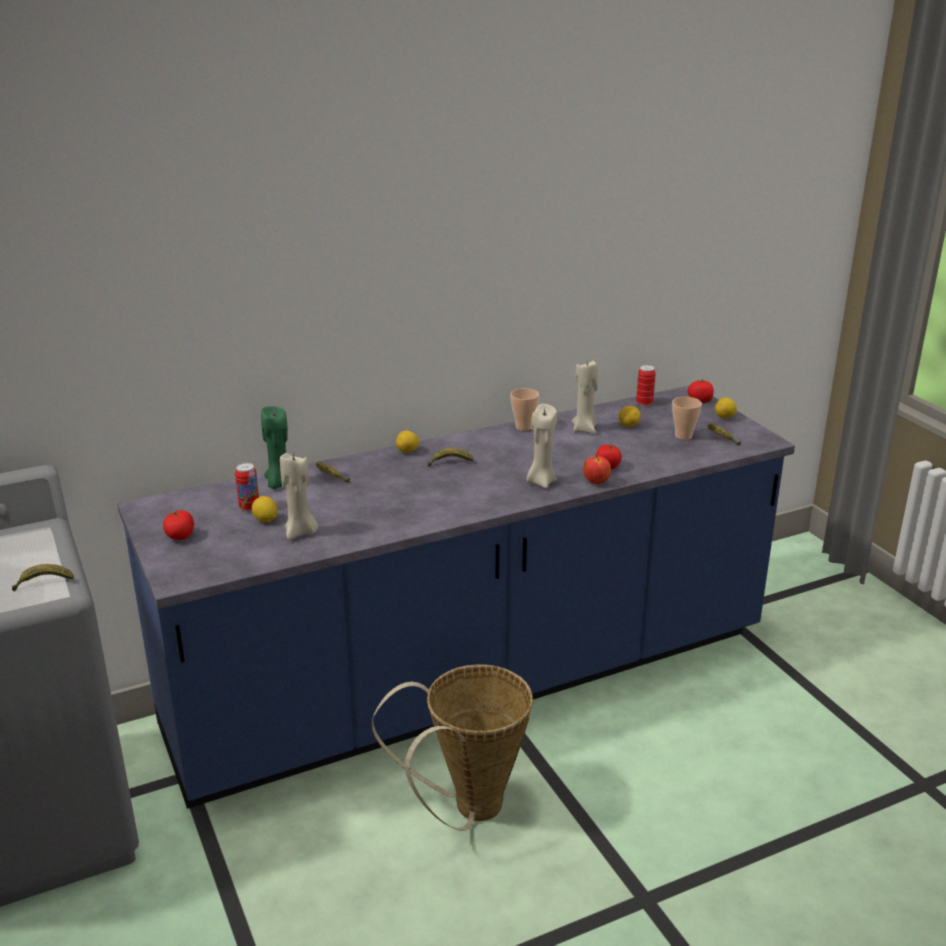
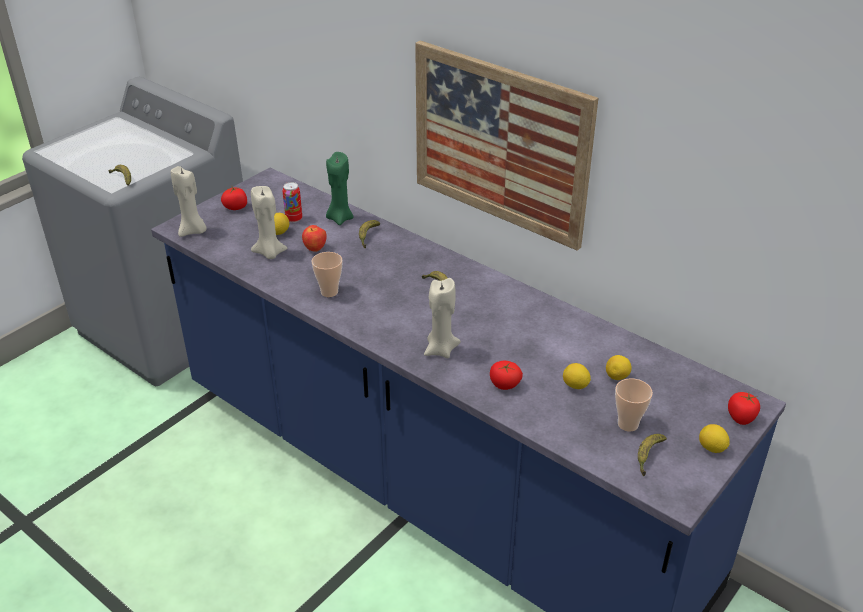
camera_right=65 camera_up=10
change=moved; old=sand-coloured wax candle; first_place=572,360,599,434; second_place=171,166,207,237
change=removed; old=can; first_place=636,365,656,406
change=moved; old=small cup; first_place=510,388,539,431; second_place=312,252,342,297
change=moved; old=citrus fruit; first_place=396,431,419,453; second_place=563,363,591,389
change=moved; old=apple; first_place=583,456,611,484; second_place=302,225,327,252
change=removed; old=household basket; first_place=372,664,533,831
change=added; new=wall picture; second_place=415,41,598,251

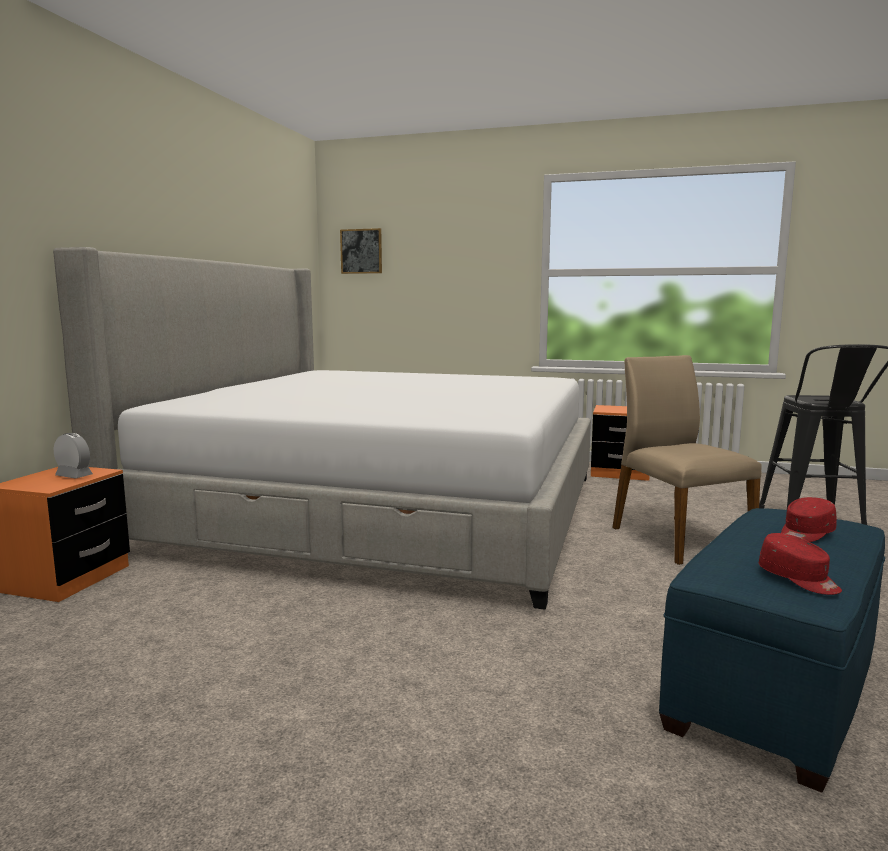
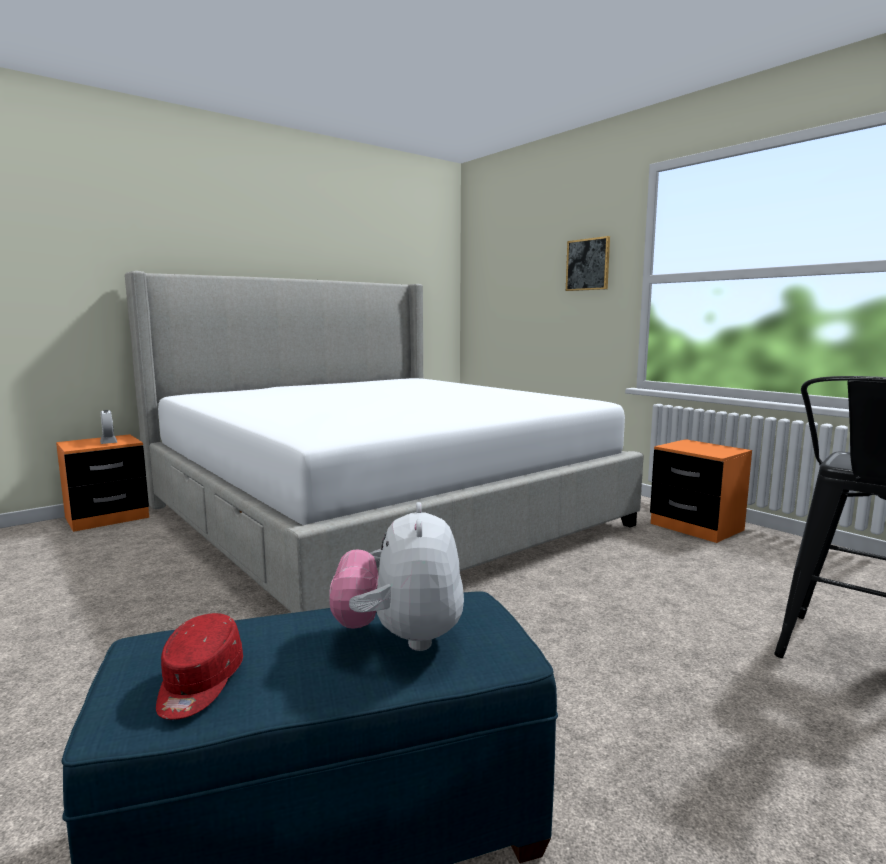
camera_right=35 camera_up=0
change=moved; old=wall picture; first_place=340,228,382,274; second_place=566,236,610,291
change=removed; old=sand-coloured chair; first_place=612,355,762,565
change=replaced; old=reddish cap; new=plush toy; first_place=781,497,837,542; second_place=329,502,464,651

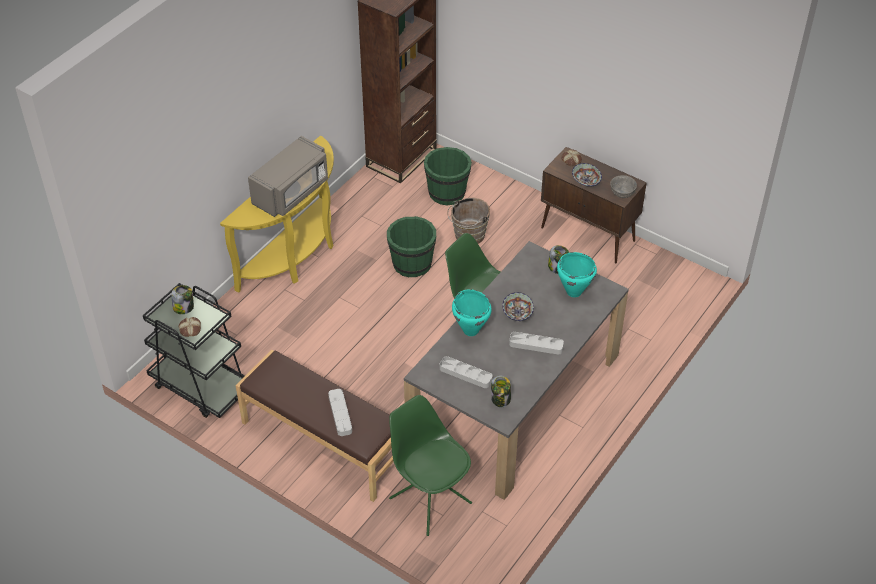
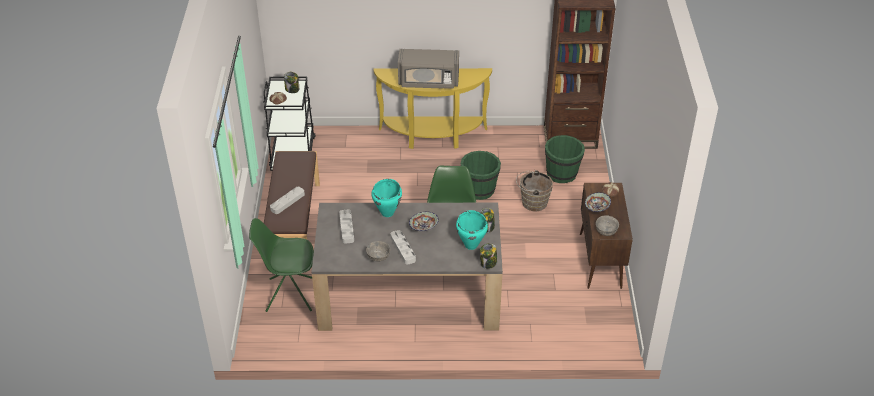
camera_right=55 camera_up=-5
change=moved; old=jar; first_place=491,376,511,407; second_place=480,243,497,269
change=turned; old=green chair; first_place=389,395,472,536; second_place=249,218,314,312; degrees=-105
change=added; new=gray serving bowl; second_place=366,241,390,262

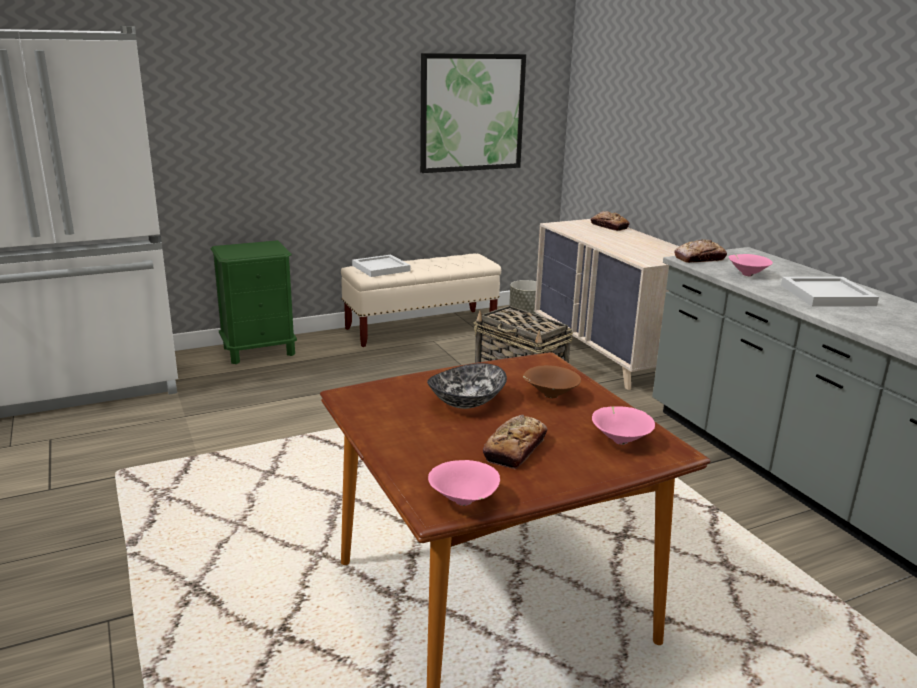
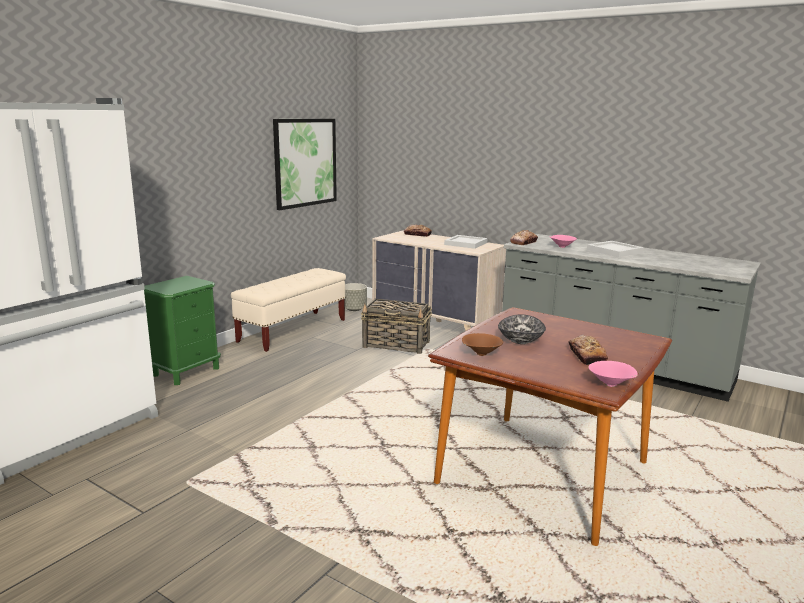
camera_right=-30 camera_up=-5
change=moved; old=white-coloured carrying tray; first_place=352,255,411,277; second_place=444,235,487,249
change=moved; old=brownish serving bowl; first_place=523,365,581,398; second_place=462,333,503,356
change=removed; old=pinkish serving bowl; first_place=592,406,655,445

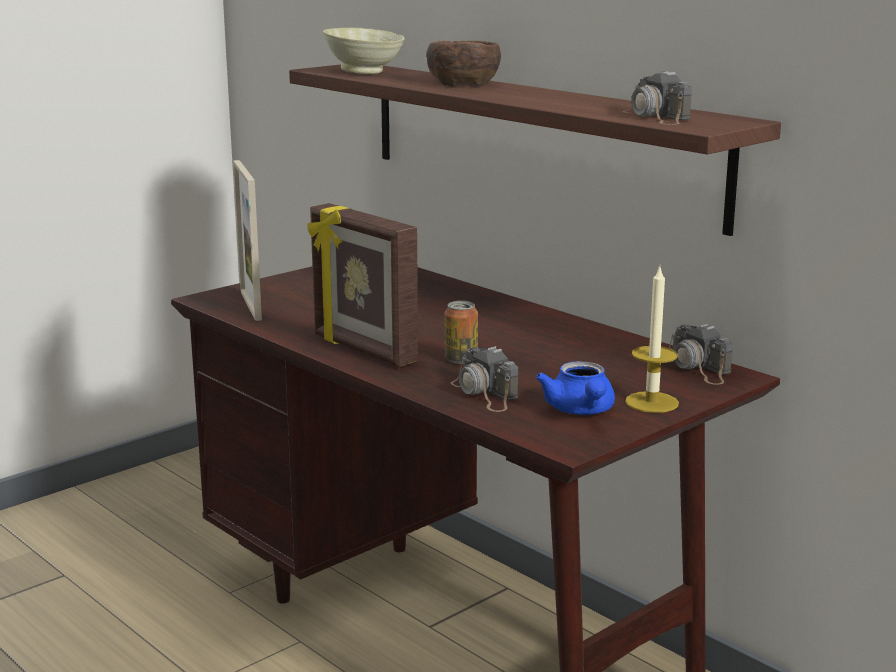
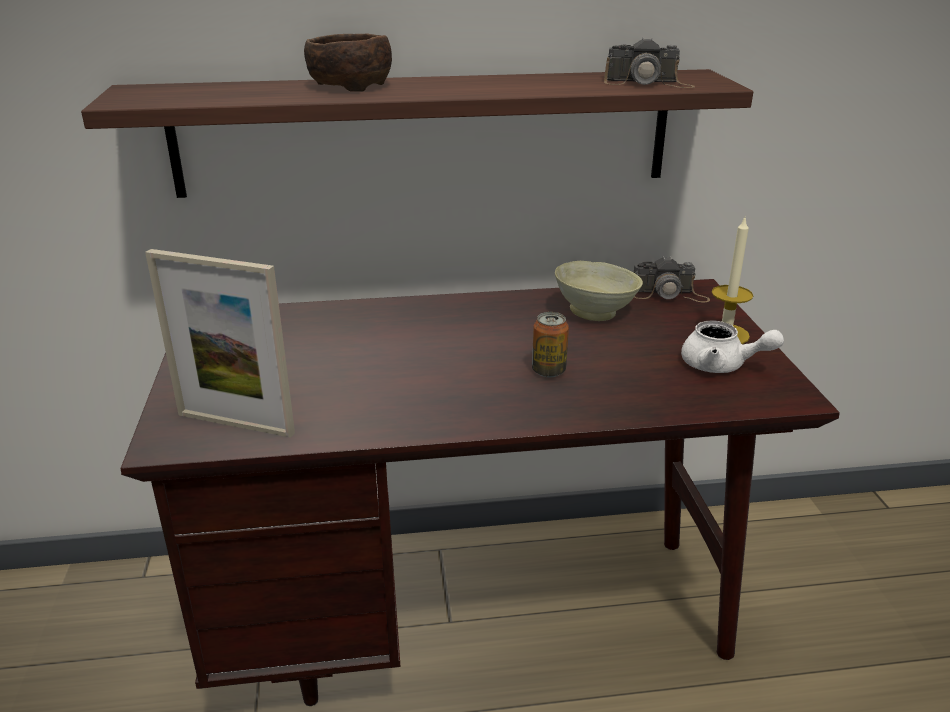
camera_right=-55 camera_up=10
change=moved; old=sand-coloured serving bowl; first_place=323,28,405,74; second_place=555,261,643,321
change=removed; old=standing frame; first_place=307,203,418,367
change=removed; old=photo camera; first_place=451,346,518,412
change=recoloured; old=blue tea pot; new=white-coloured tea pot; first_place=536,361,615,415; second_place=681,321,784,373

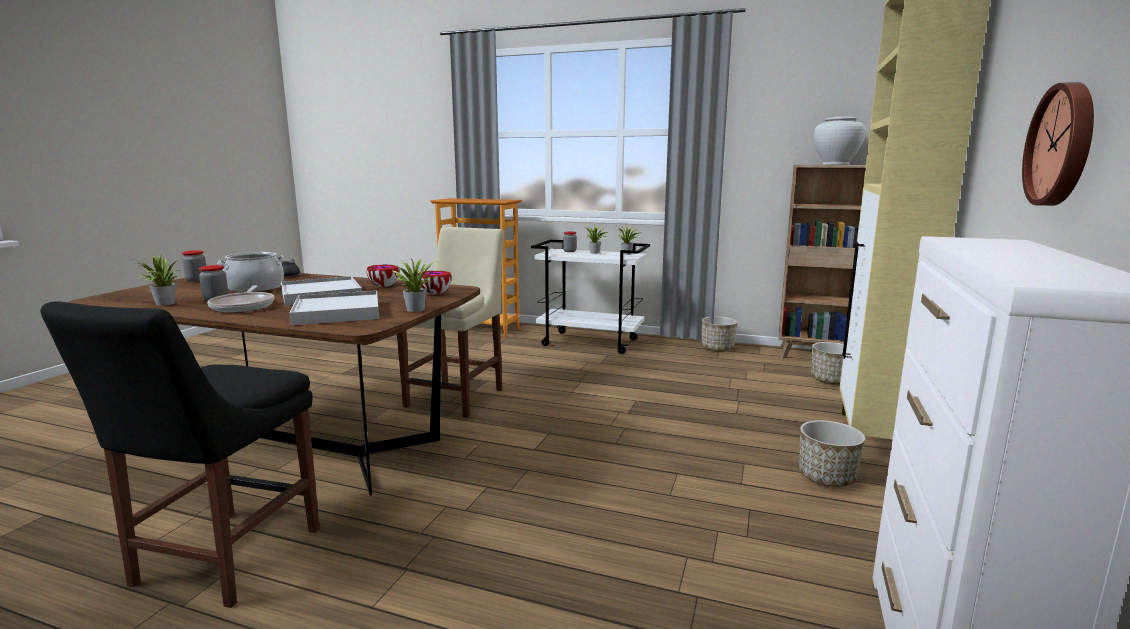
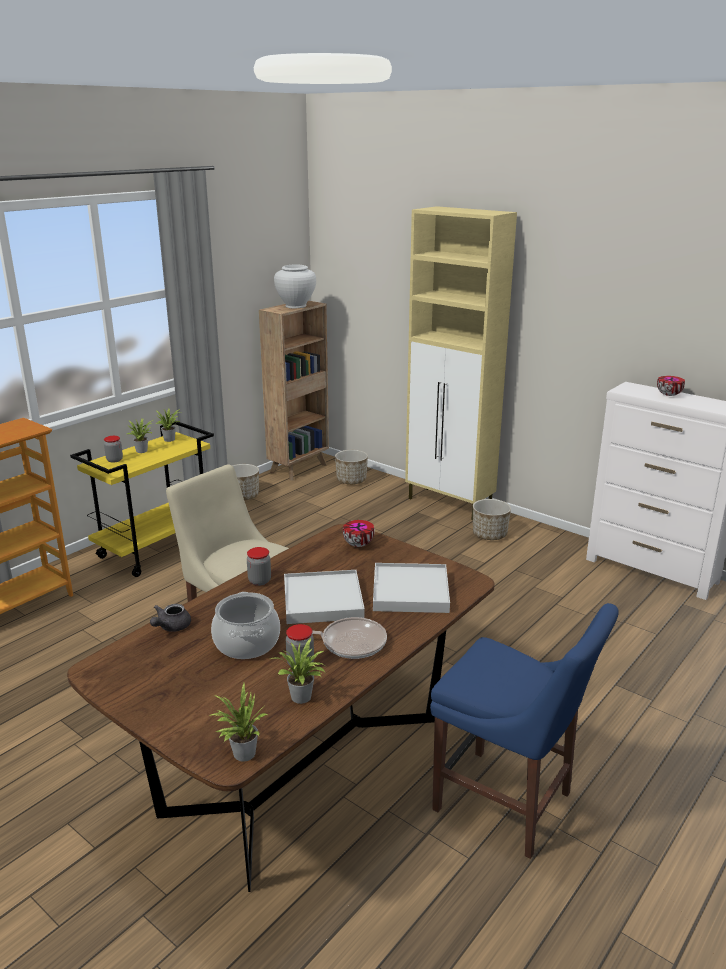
camera_right=-70 camera_up=10
change=removed; old=wall clock; first_place=1022,82,1094,206
change=recoloured; old=white-coloured trolley; new=yellowish trolley; first_place=531,240,650,354; second_place=70,422,214,577
change=moved; old=jar; first_place=182,250,206,282; second_place=247,547,271,586
change=moved; old=houseplant; first_place=392,259,439,312; second_place=209,683,269,761
change=moved; old=serving bowl; first_place=367,265,399,287; second_place=657,376,685,396
change=recoloured; old=black-coloured chair; new=blue chair; first_place=40,301,320,608; second_place=430,603,619,859

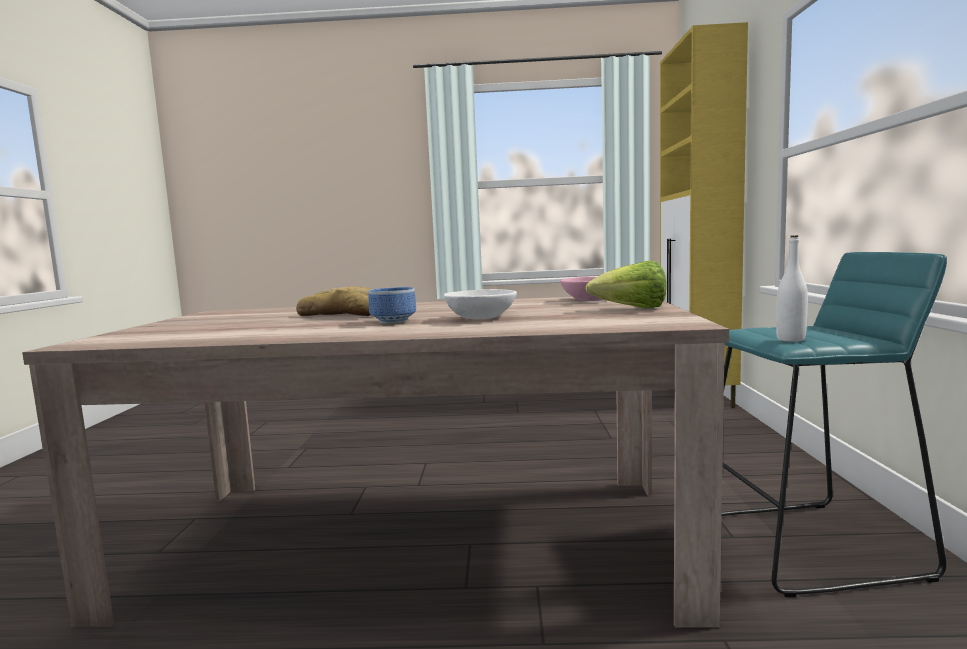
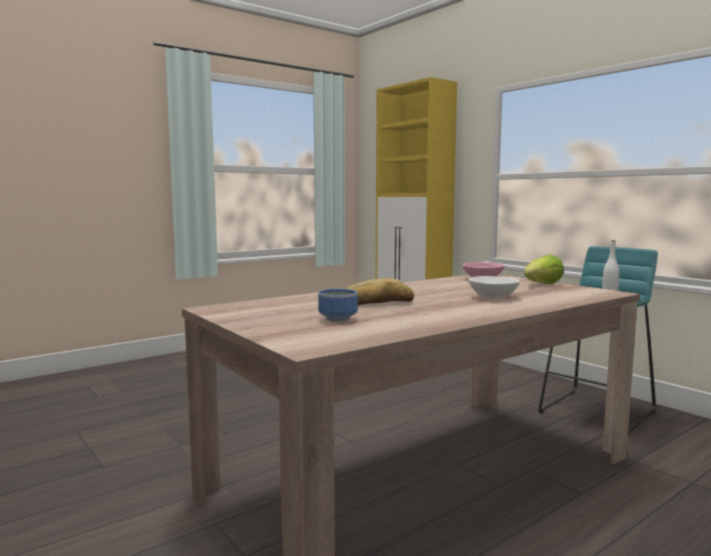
camera_right=-40 camera_up=0
change=moved; old=serving bowl; first_place=368,287,416,324; second_place=318,289,358,322

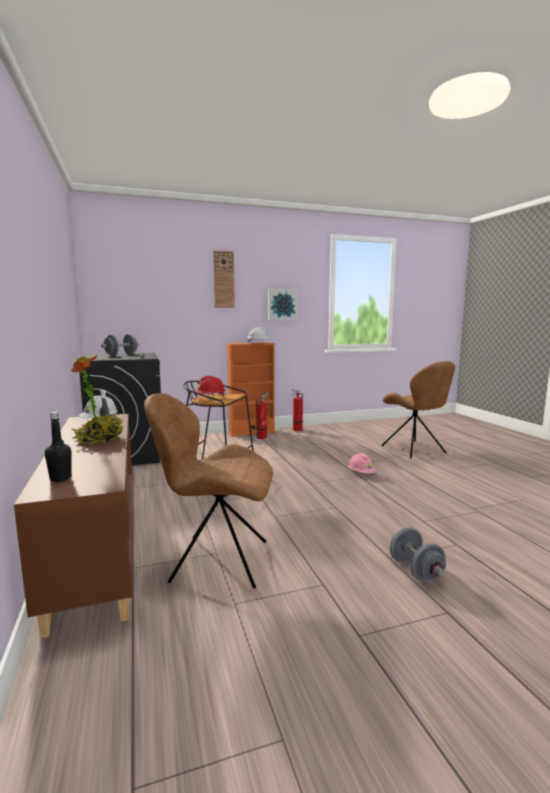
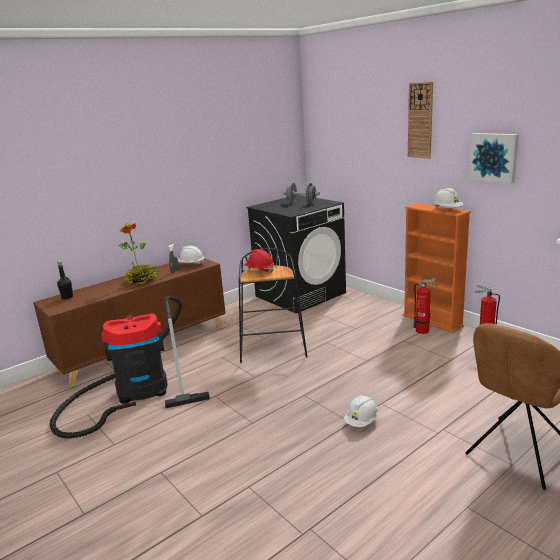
camera_right=70 camera_up=10
change=replaced; old=brownish chair; new=hoover; first_place=144,393,273,589; second_place=49,295,210,438
change=recoloured; old=pinkish work helmet; new=white-coloured work helmet; first_place=348,453,376,474; second_place=344,395,379,427
change=removed; old=gray dumbbell; first_place=390,527,446,582

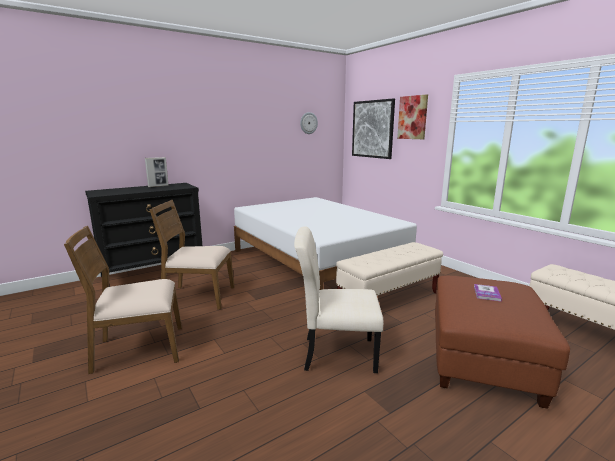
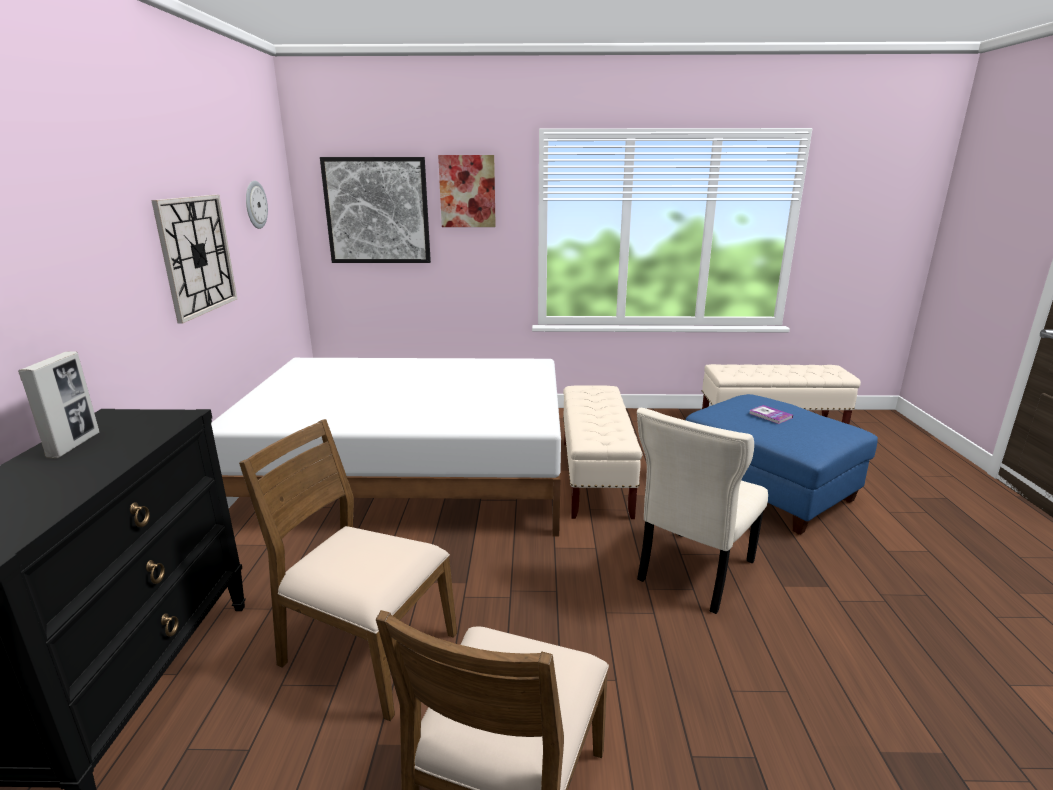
camera_right=-55 camera_up=5
change=turned; old=brownish chair; first_place=149,200,235,310; second_place=239,419,457,721; degrees=75
change=recoloured; old=brownish ottoman; new=blue ottoman; first_place=435,276,570,409; second_place=686,394,878,535
change=added; new=wall clock; second_place=151,195,237,323

